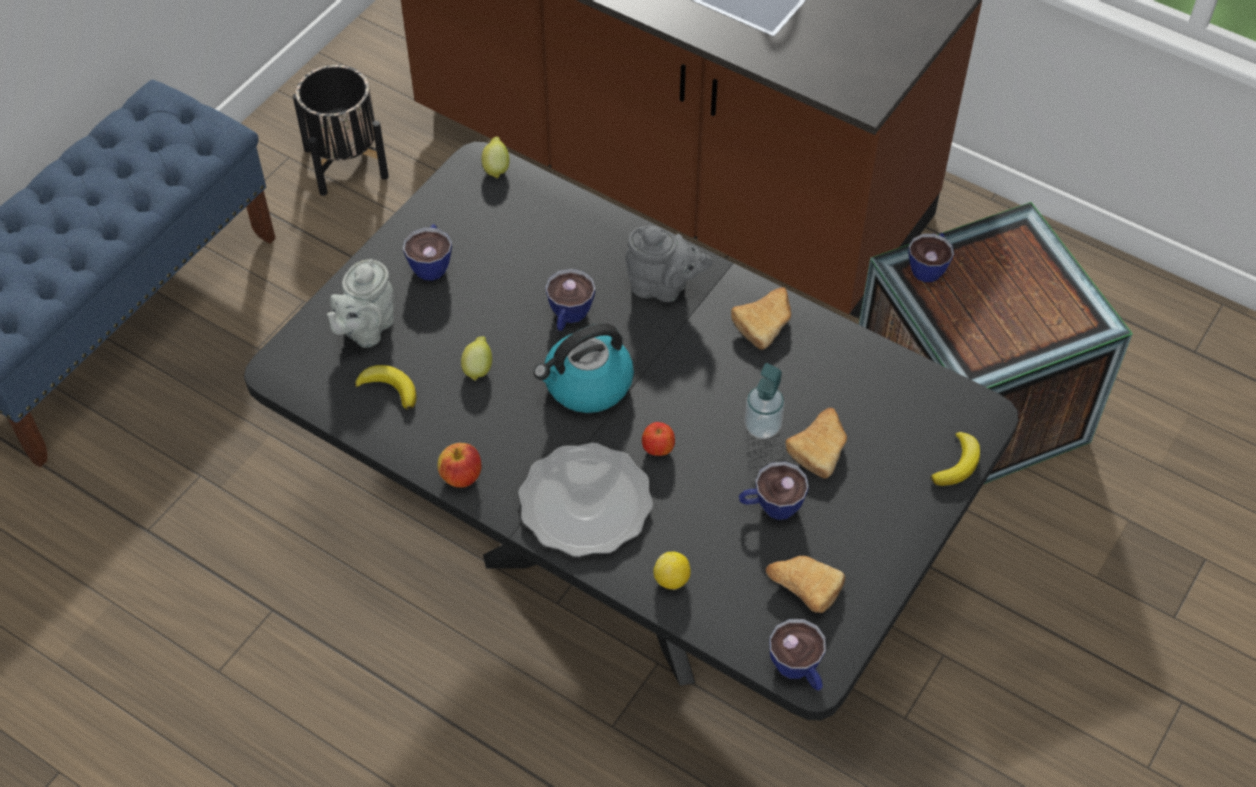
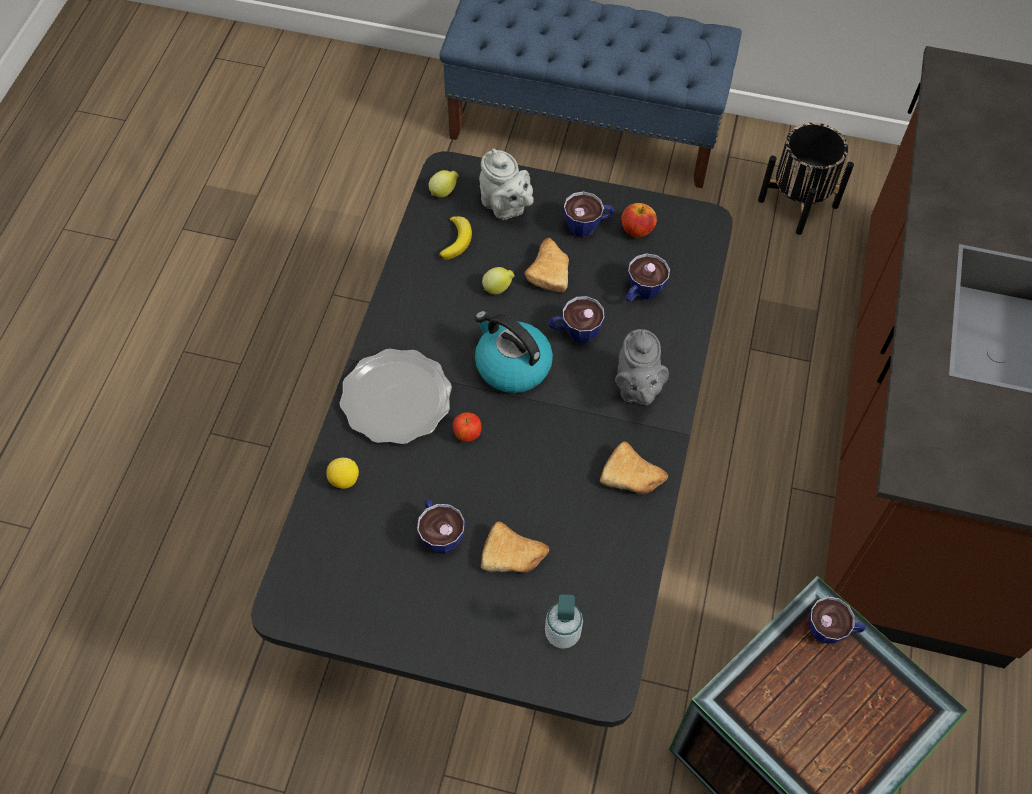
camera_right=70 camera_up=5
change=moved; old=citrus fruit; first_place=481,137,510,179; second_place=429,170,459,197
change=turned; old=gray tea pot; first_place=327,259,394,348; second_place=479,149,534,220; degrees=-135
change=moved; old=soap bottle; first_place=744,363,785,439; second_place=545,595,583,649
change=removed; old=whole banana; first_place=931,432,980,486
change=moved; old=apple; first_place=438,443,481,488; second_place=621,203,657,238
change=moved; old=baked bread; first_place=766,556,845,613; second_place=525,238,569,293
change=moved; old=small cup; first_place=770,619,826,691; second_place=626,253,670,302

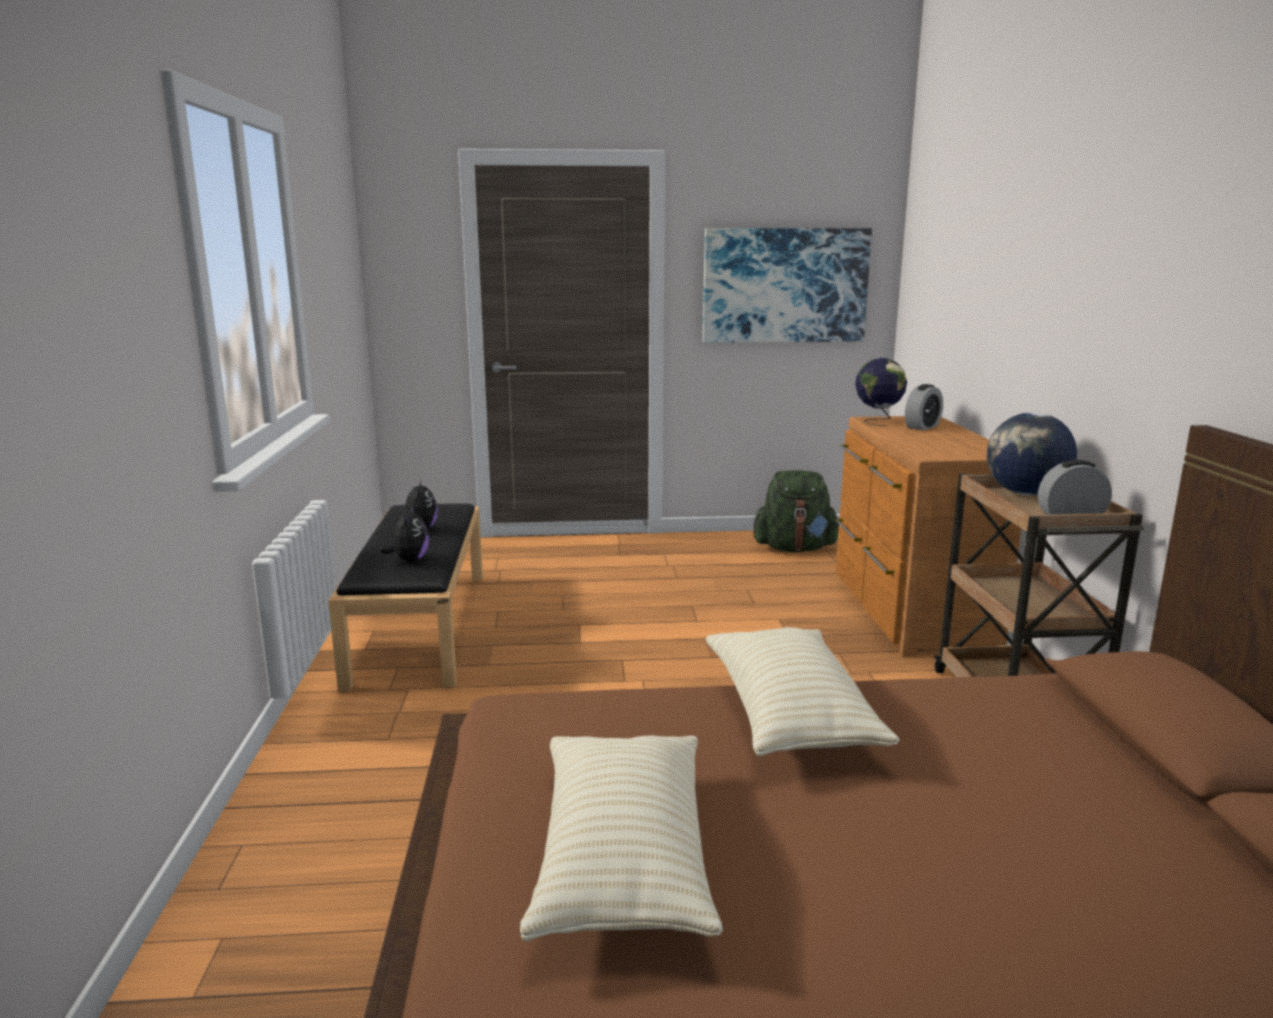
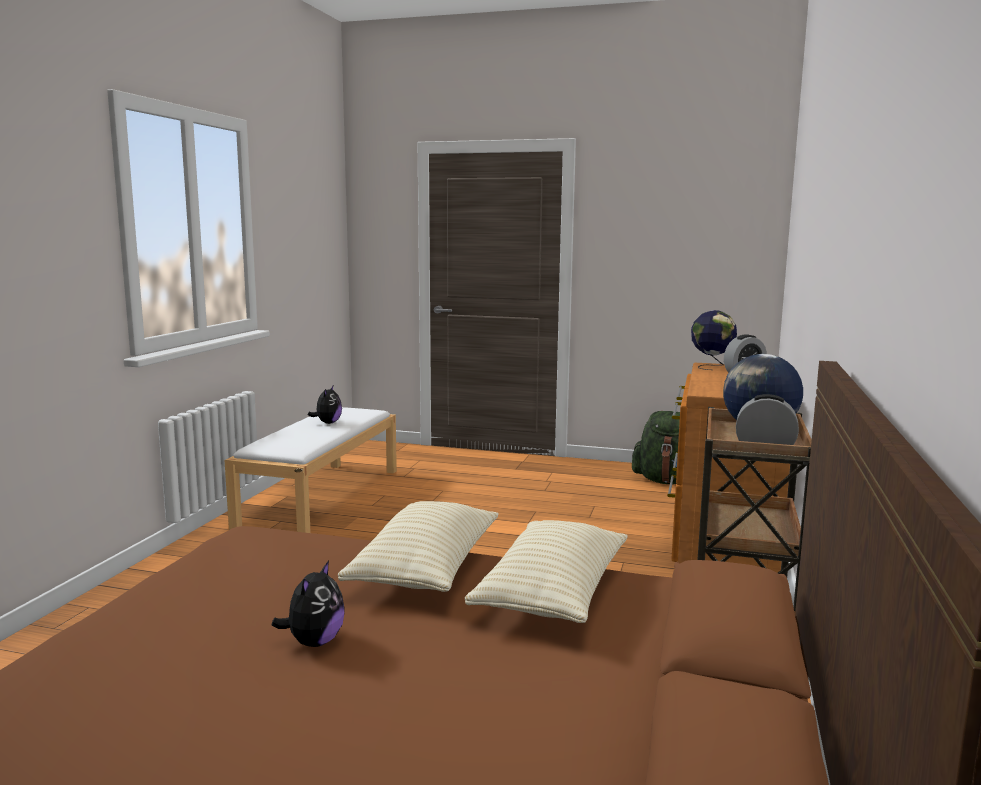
camera_right=20 camera_up=-5
change=removed; old=wall picture; first_place=703,228,872,343
change=recoloured; old=black-coloured long seat; new=white-coloured long seat; first_place=328,503,483,691; second_place=224,407,397,533
change=moved; old=plush toy; first_place=380,506,429,562; second_place=272,560,344,647
change=moved; old=sand-coloured pillow; first_place=520,736,723,942; second_place=465,520,628,623

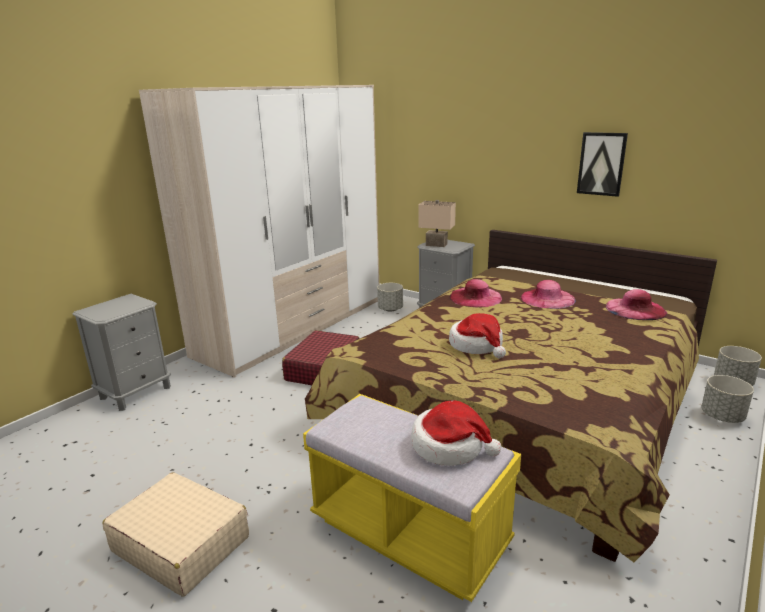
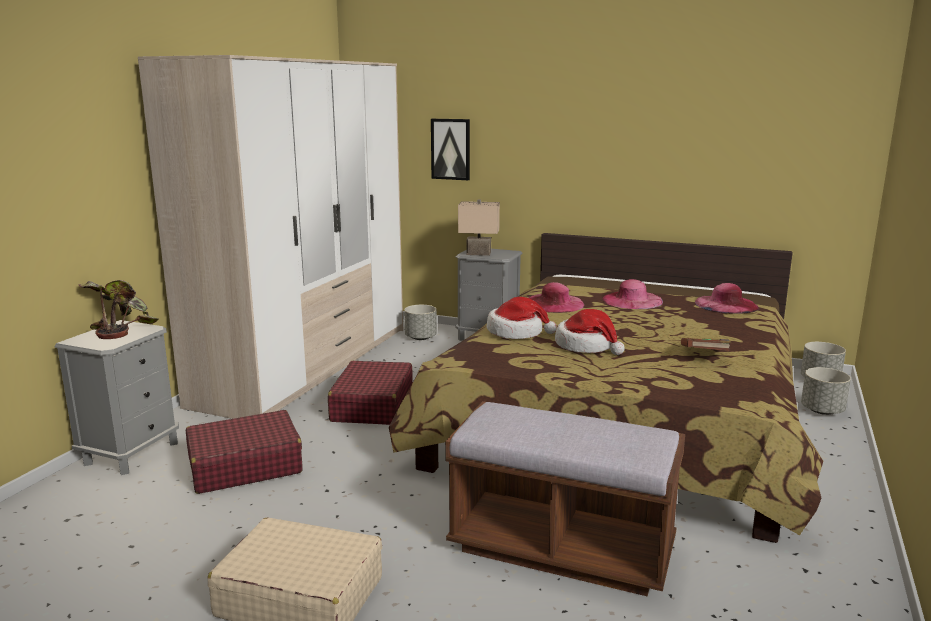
camera_right=-15 camera_up=-5
change=moved; old=wall picture; first_place=577,132,628,197; second_place=431,119,470,180
change=recoloured; old=yellowish long seat; new=brownish long seat; first_place=303,394,521,602; second_place=445,401,685,596
change=moved; old=clothing hat; first_place=411,400,501,466; second_place=487,297,556,339
change=added; new=houseplant; second_place=78,280,158,339
change=added; new=brownish volume; second_place=681,338,731,351
change=added; new=reddish travel case; second_place=186,410,302,494

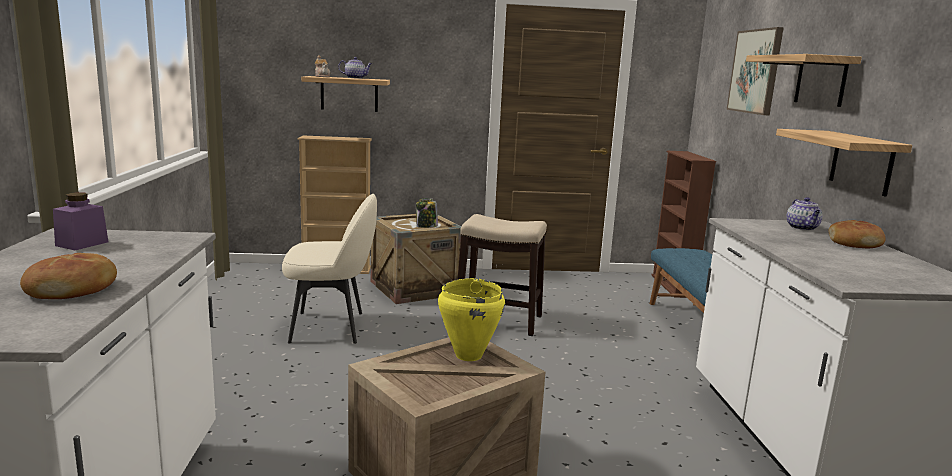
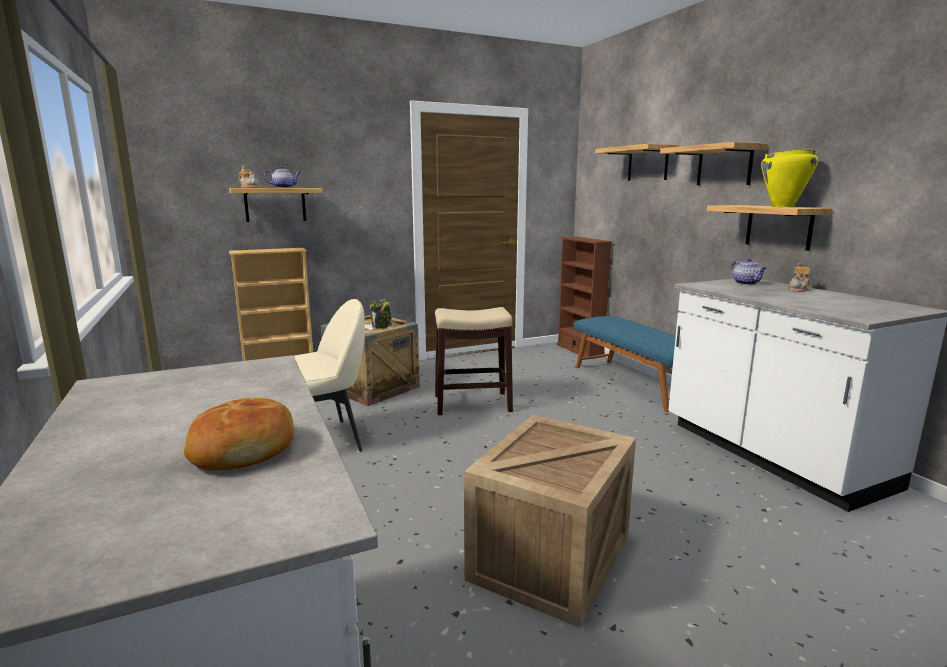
camera_right=-20 camera_up=0
change=replaced; old=wall picture; new=bracket shelf; first_place=727,27,784,116; second_place=595,144,679,181
change=removed; old=purplish jar; first_place=53,192,109,250
change=replaced; old=baked bread; new=tea pot; first_place=828,220,886,248; second_place=789,262,810,292
change=moved; old=yellowish cooking pot; first_place=438,278,505,361; second_place=761,149,818,207

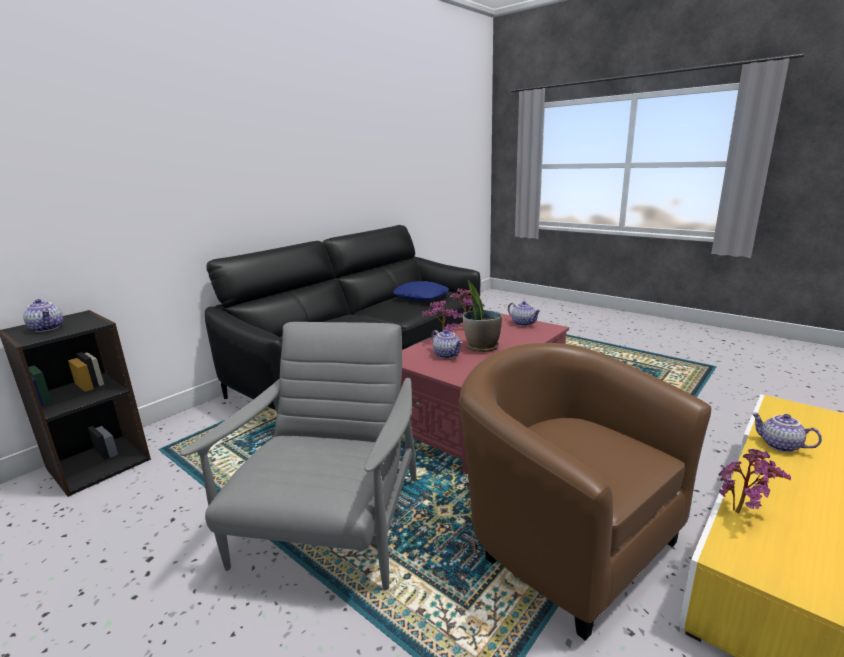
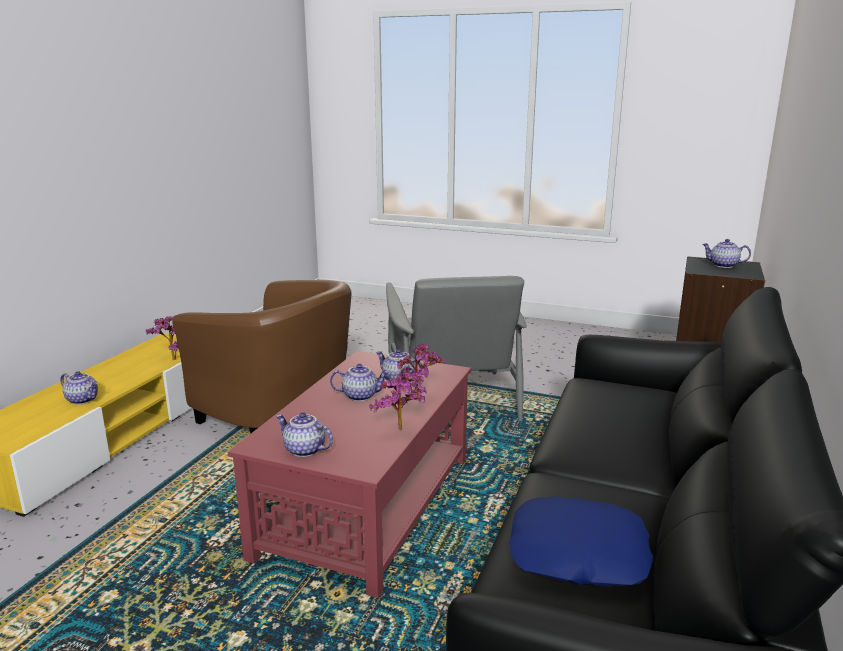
camera_right=160 camera_up=0
change=replaced; old=houseplant; new=tea pot; first_place=463,280,502,352; second_place=330,364,390,401

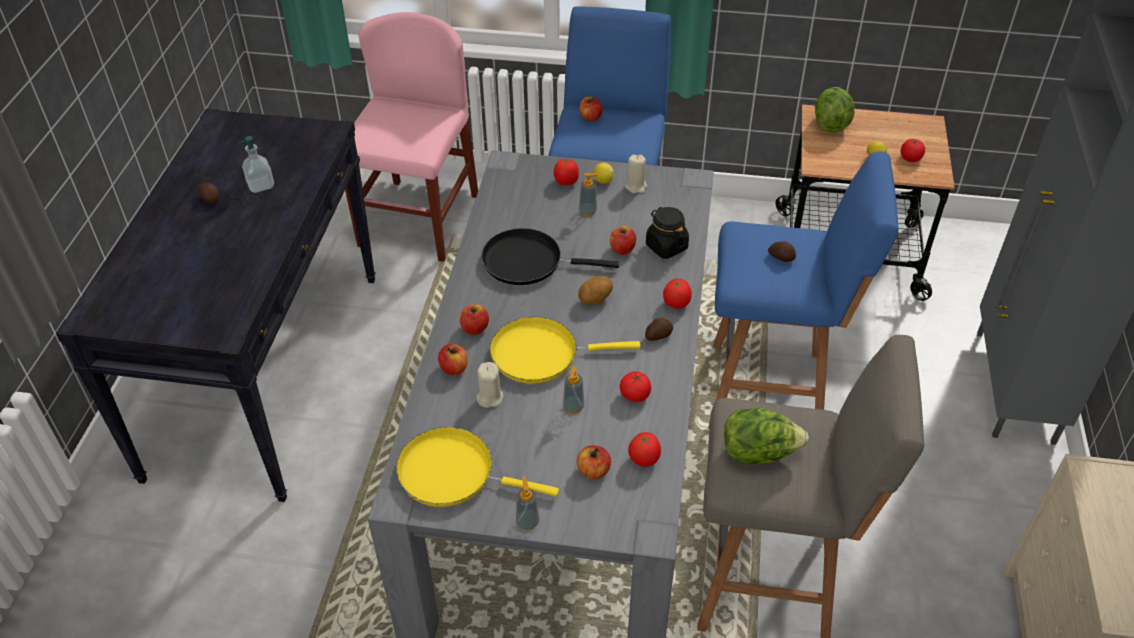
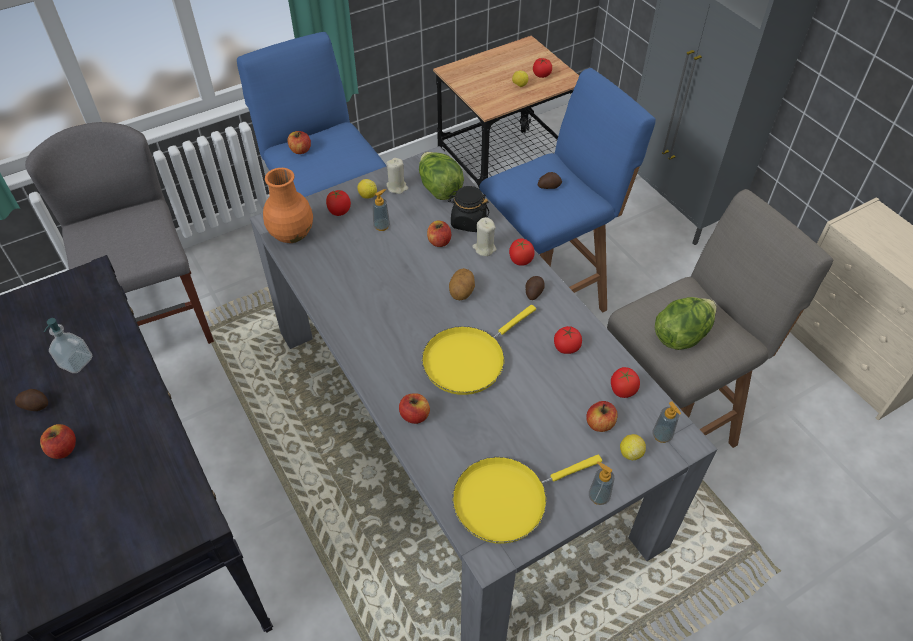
camera_right=-40 camera_up=5
change=recoloured; old=pinkish chair; new=gray chair; first_place=345,12,478,262; second_place=25,122,214,344
change=moved; old=lettuce; first_place=815,87,855,133; second_place=419,152,464,200
change=removed; old=black-coloured pan; first_place=481,228,619,285
change=moved; old=apple; first_place=460,304,489,335; second_place=40,424,76,459
change=moved; old=sand-coloured wax candle; first_place=477,362,503,408; second_place=472,217,497,256
change=moved; old=soap bottle; first_place=563,366,584,413; second_place=652,401,681,443
change=added; new=orange-coloured vase; second_place=263,168,313,243
change=added; new=citrus fruit; second_place=620,434,646,460

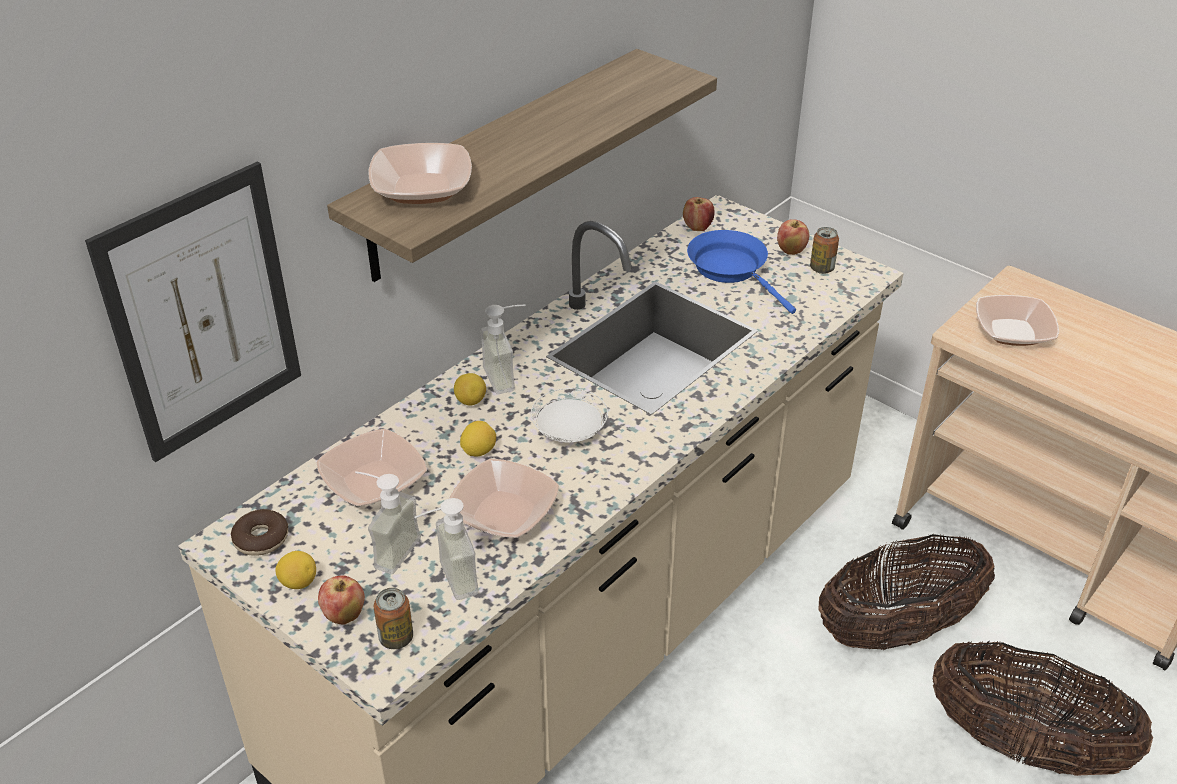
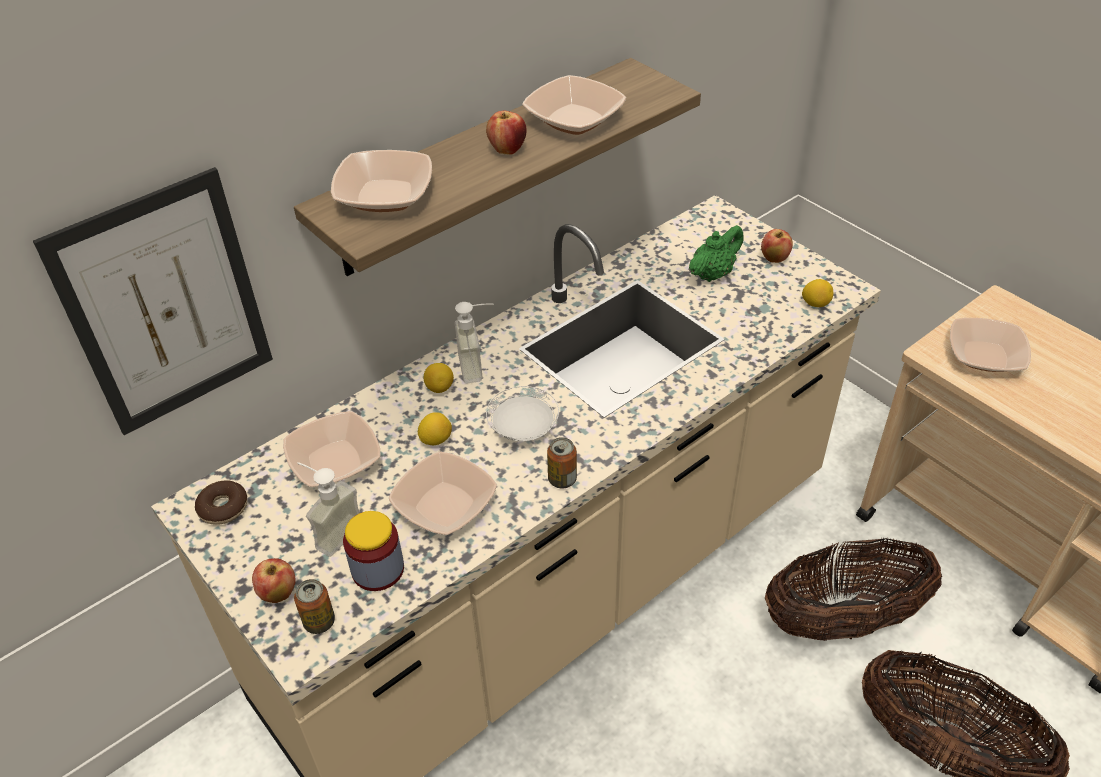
camera_right=10 camera_up=5
change=moved; old=apple; first_place=683,197,715,231; second_place=486,111,527,155
change=moved; old=can; first_place=810,227,839,274; second_place=547,437,577,489
change=replaced; old=blue pan; new=green tea pot; first_place=687,230,796,314; second_place=689,225,743,282
change=replaced; old=soap bottle; new=jar; first_place=415,498,479,600; second_place=343,511,404,591
change=moved; old=citrus fruit; first_place=276,551,316,589; second_place=802,279,833,307
change=added; new=serving bowl; second_place=522,75,626,135

